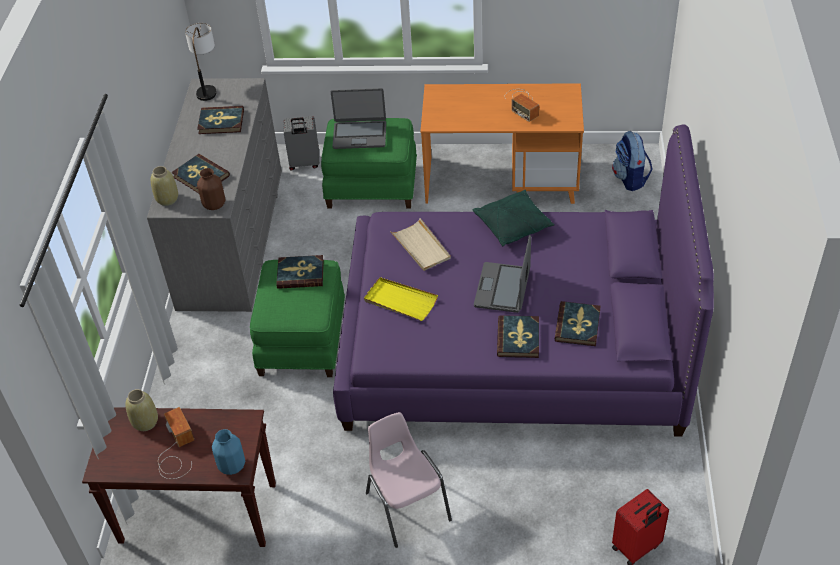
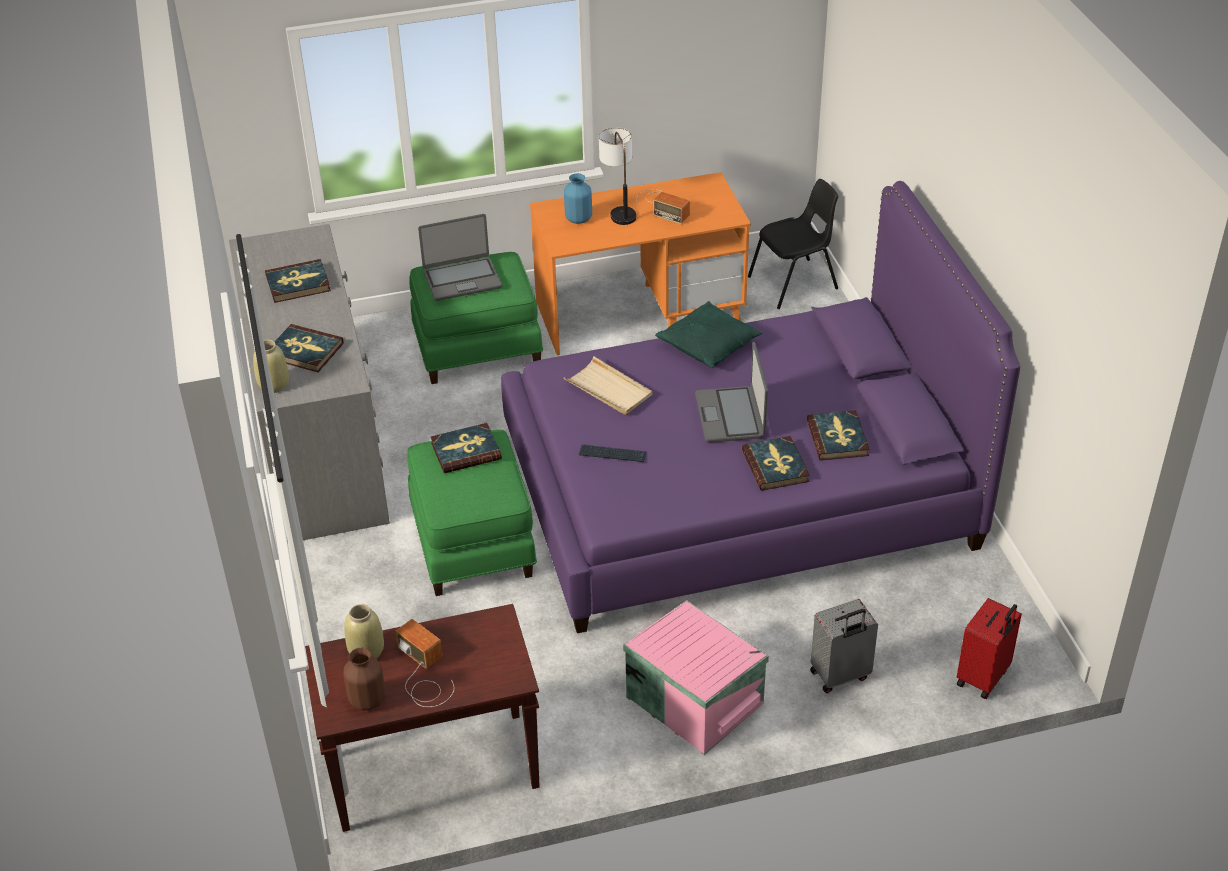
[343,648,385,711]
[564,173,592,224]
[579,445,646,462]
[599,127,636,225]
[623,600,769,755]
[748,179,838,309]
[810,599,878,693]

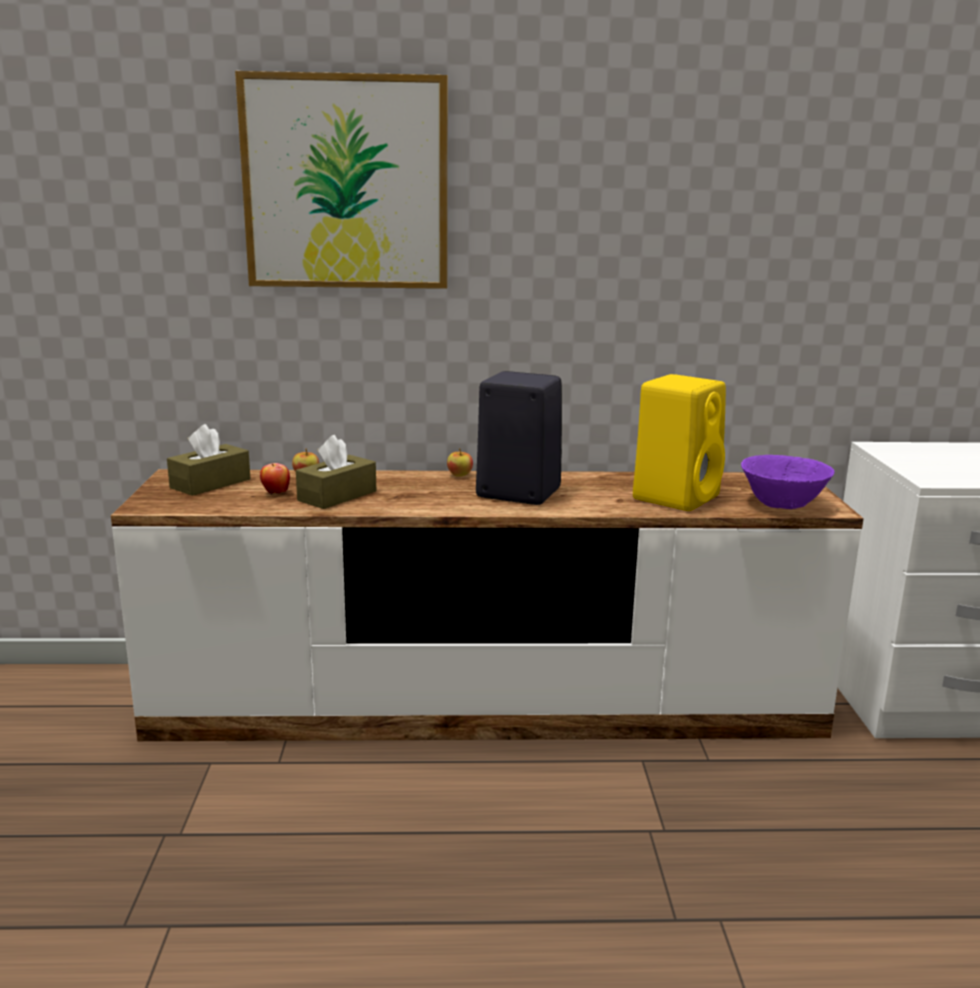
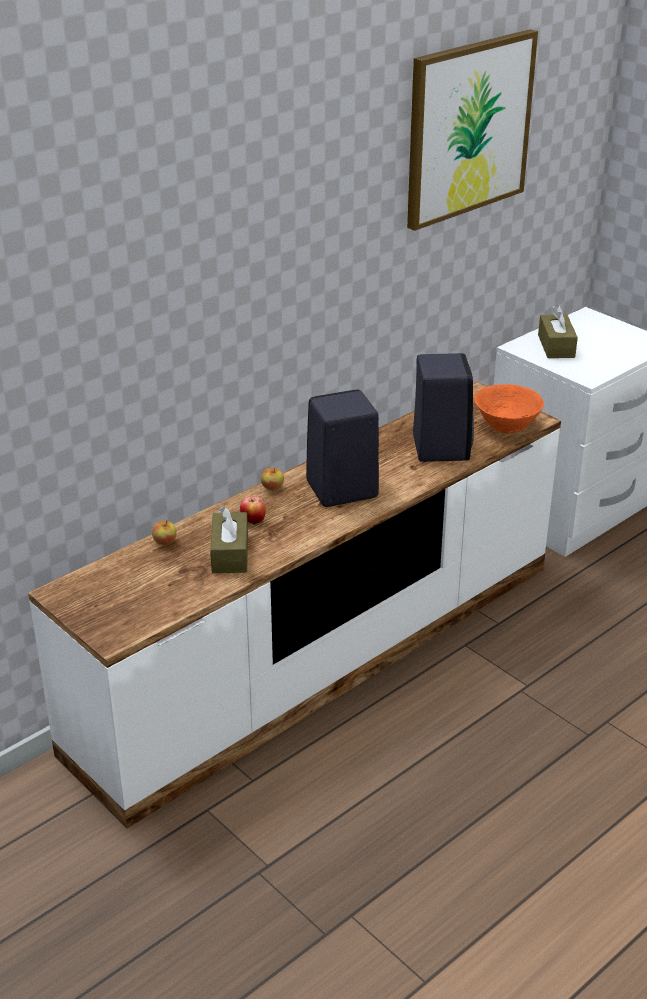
[240,497,266,525]
[407,29,538,231]
[413,353,474,462]
[474,384,544,433]
[538,305,578,358]

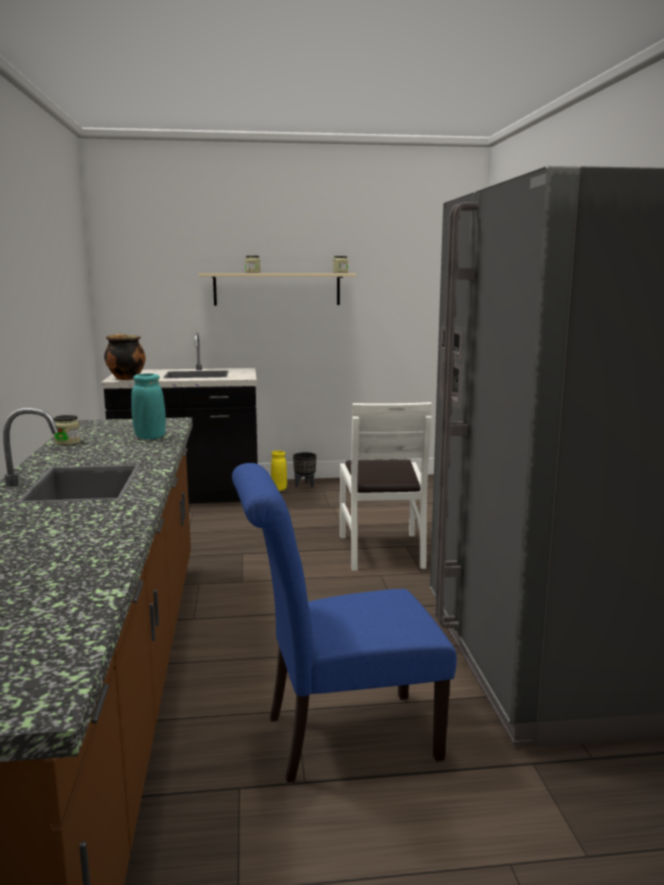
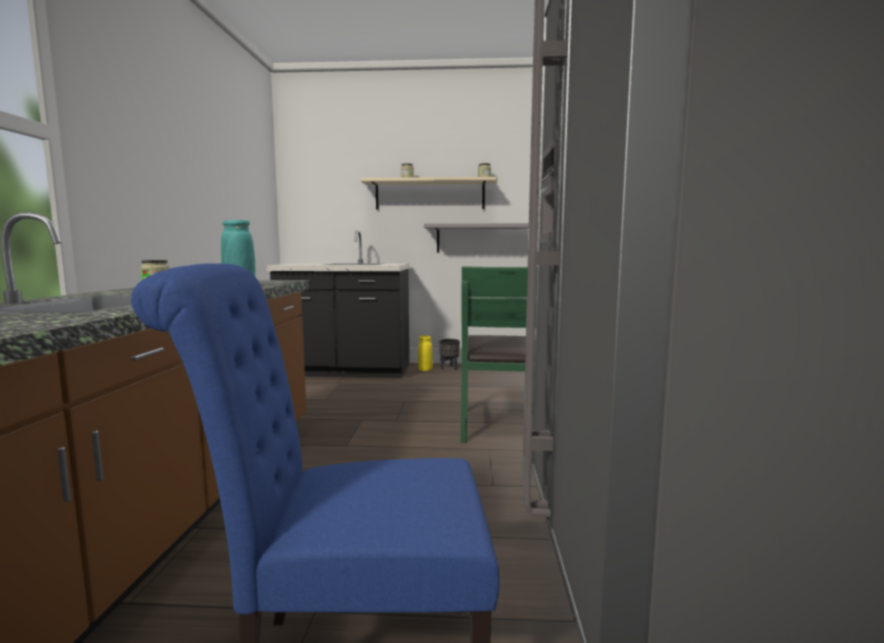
[424,223,539,253]
[461,266,537,443]
[104,334,146,380] (first image)

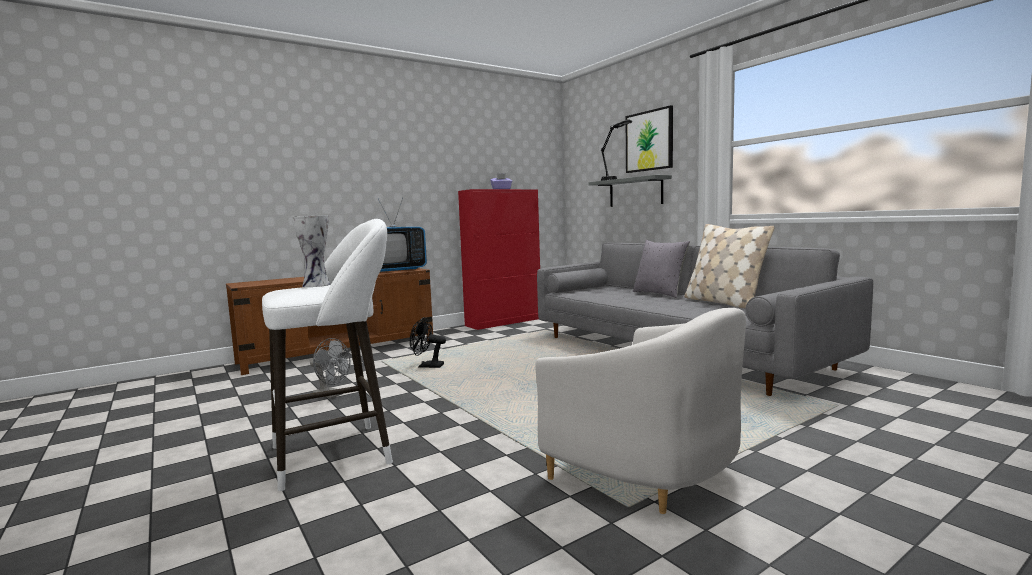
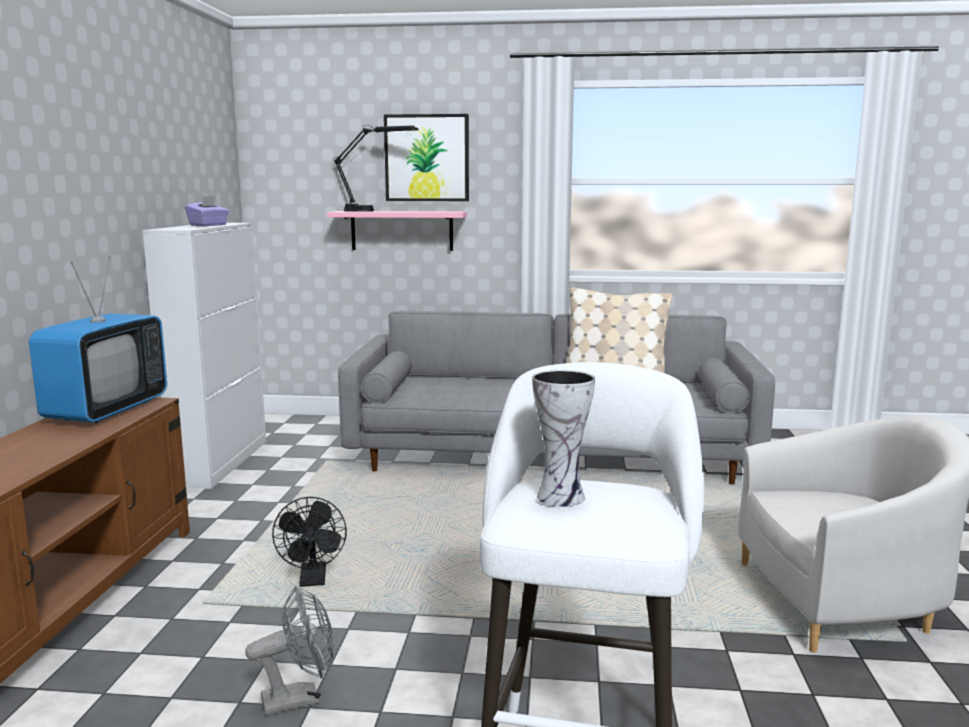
[143,223,266,489]
[272,497,347,587]
[327,211,467,251]
[633,240,690,298] (first image)

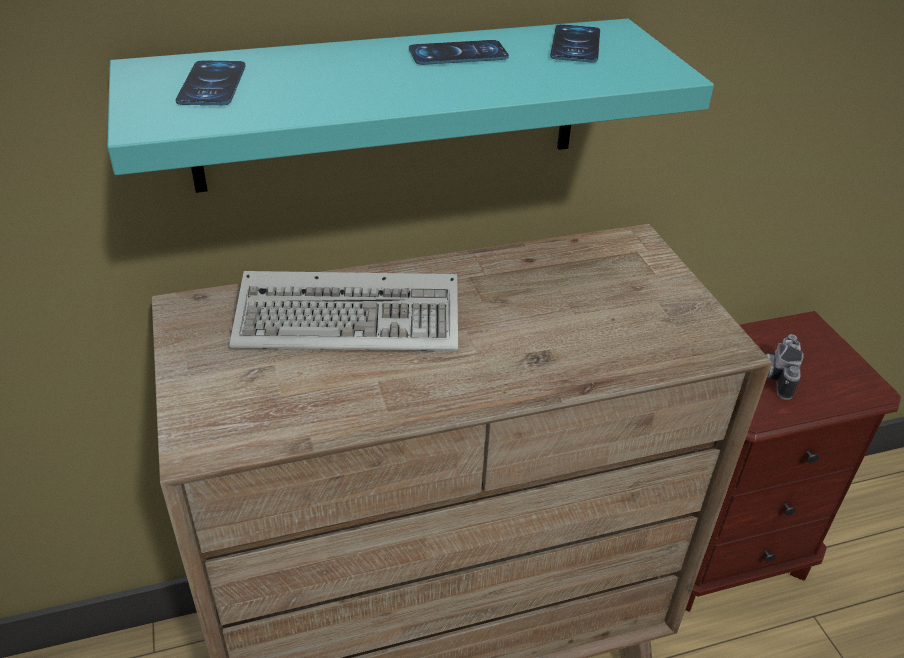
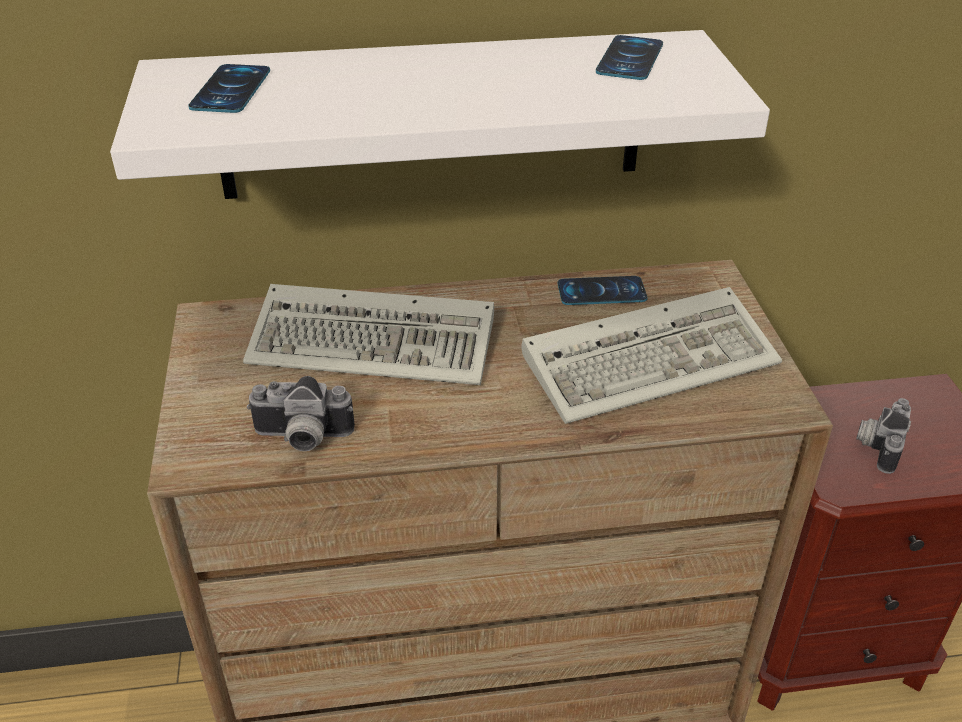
[110,30,770,199]
[247,376,355,451]
[521,287,782,424]
[558,276,647,305]

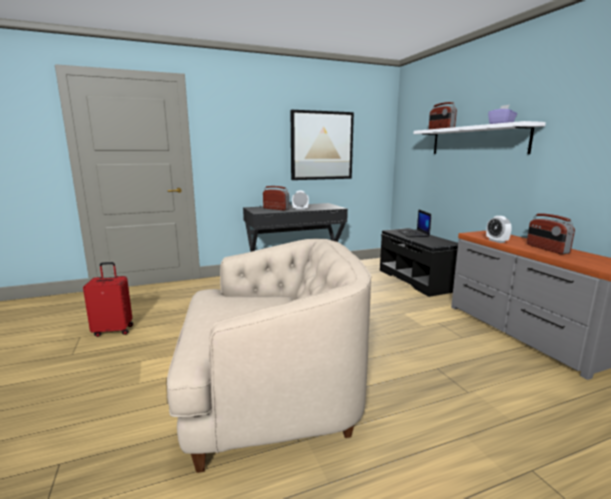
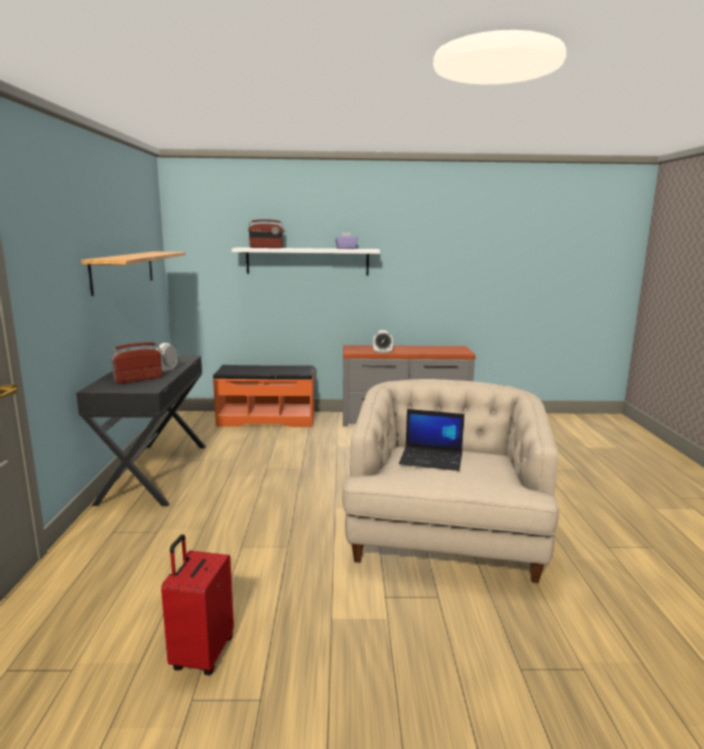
[81,252,185,296]
[213,365,315,427]
[399,409,465,471]
[527,213,575,254] (first image)

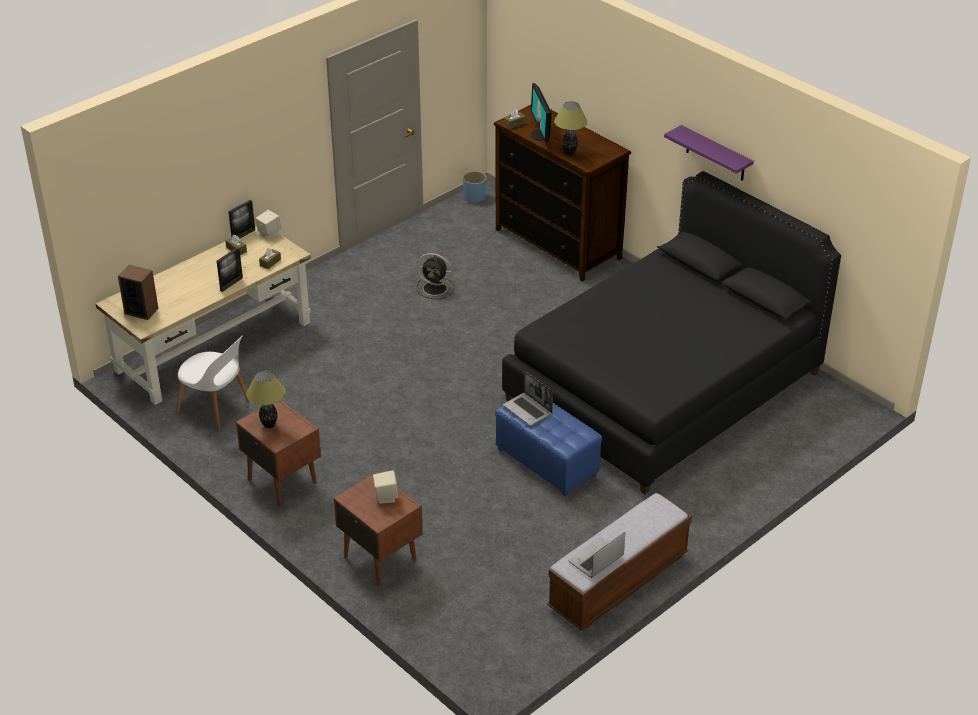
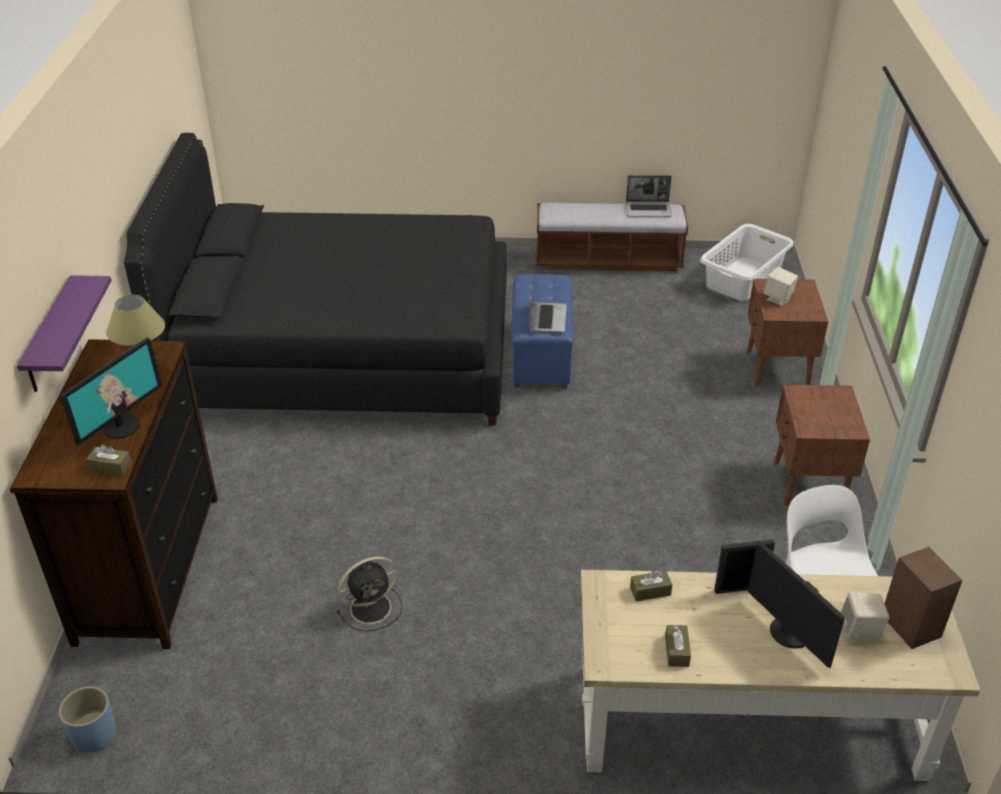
[17,275,112,392]
[337,556,402,632]
[700,224,794,301]
[748,541,845,668]
[841,592,890,643]
[228,200,255,238] (first image)
[246,371,285,428] (first image)

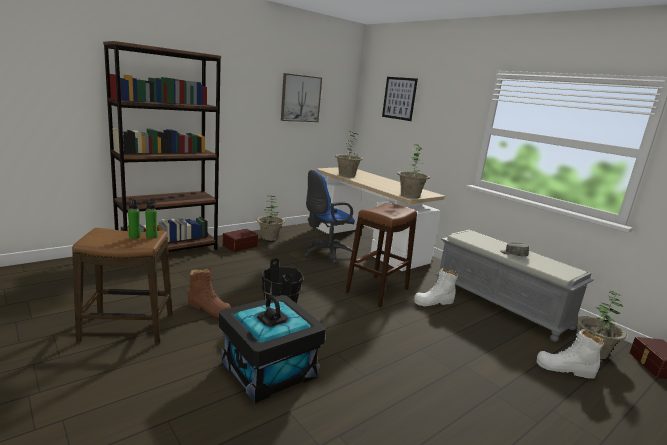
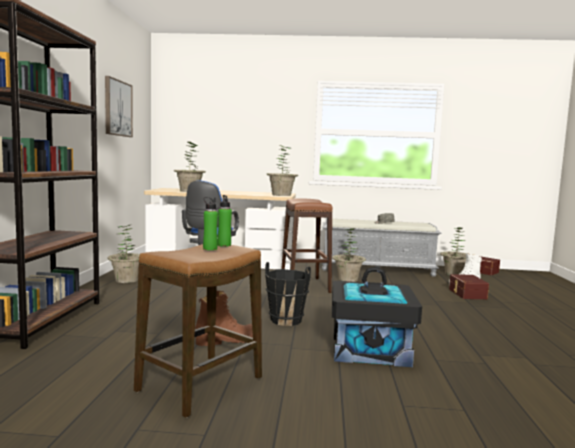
[332,228,366,282]
[449,274,489,299]
[382,77,418,121] (first image)

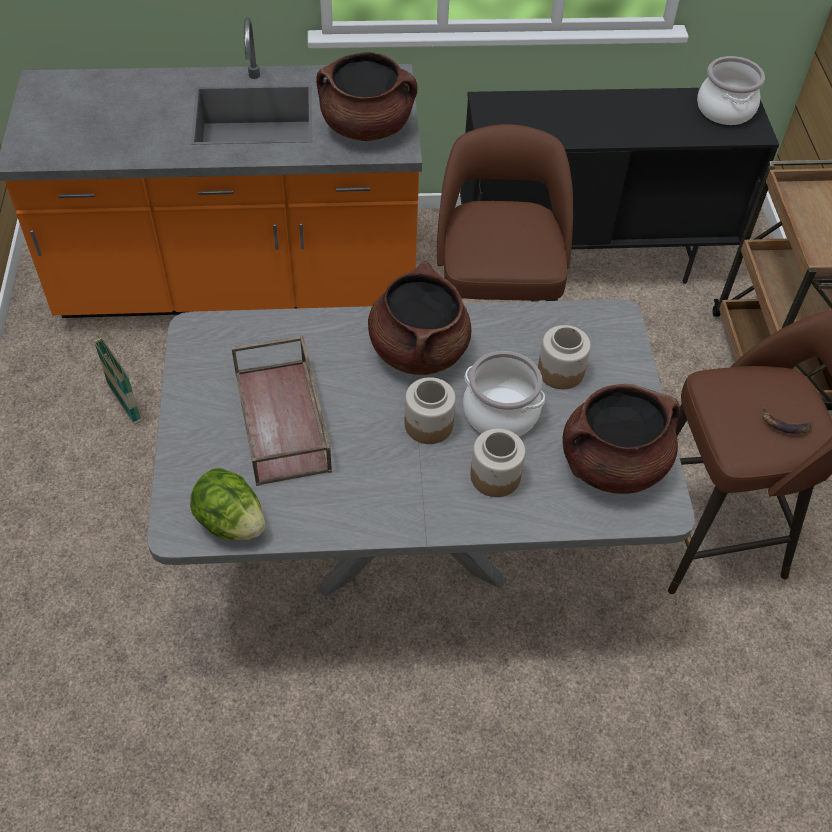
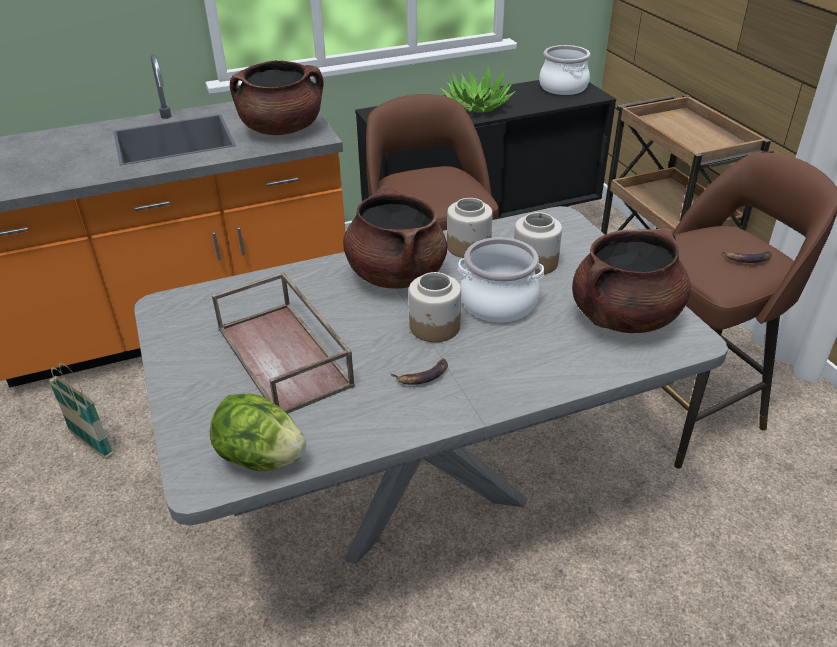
[390,358,448,385]
[440,66,516,113]
[447,198,493,258]

